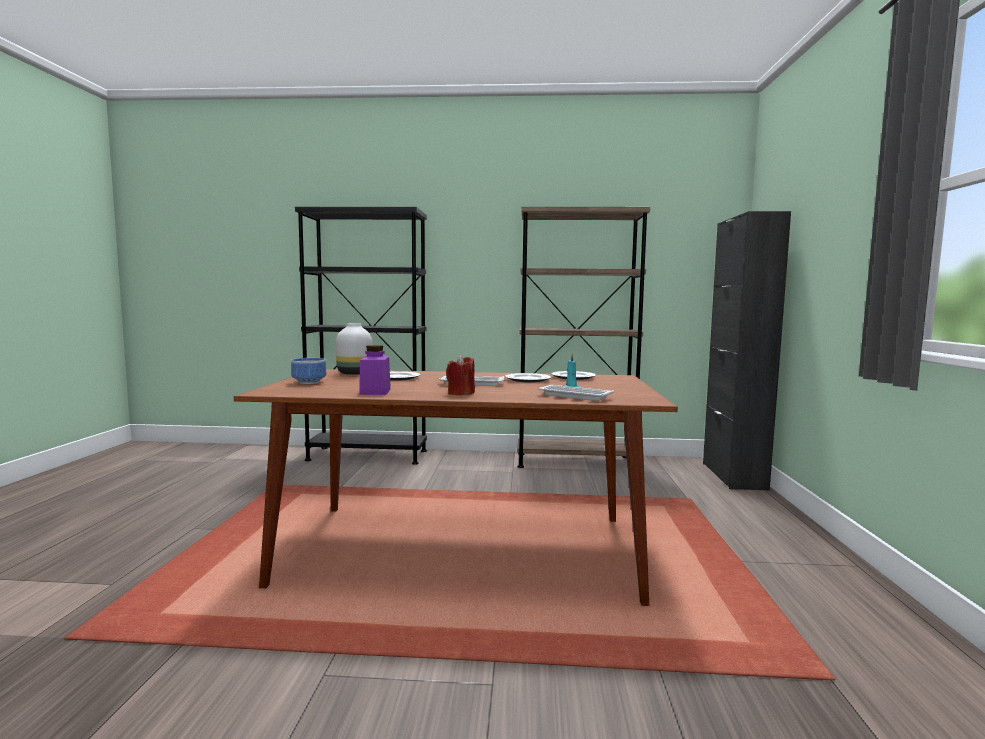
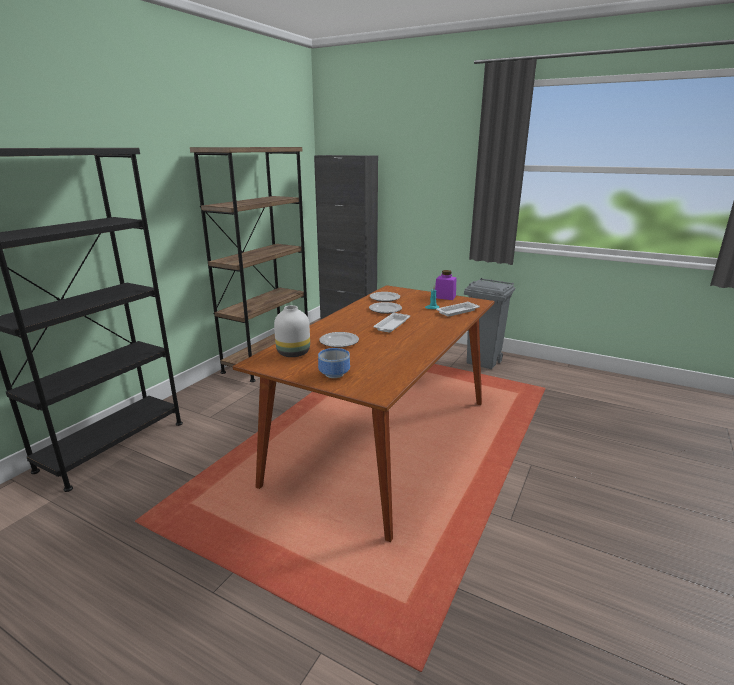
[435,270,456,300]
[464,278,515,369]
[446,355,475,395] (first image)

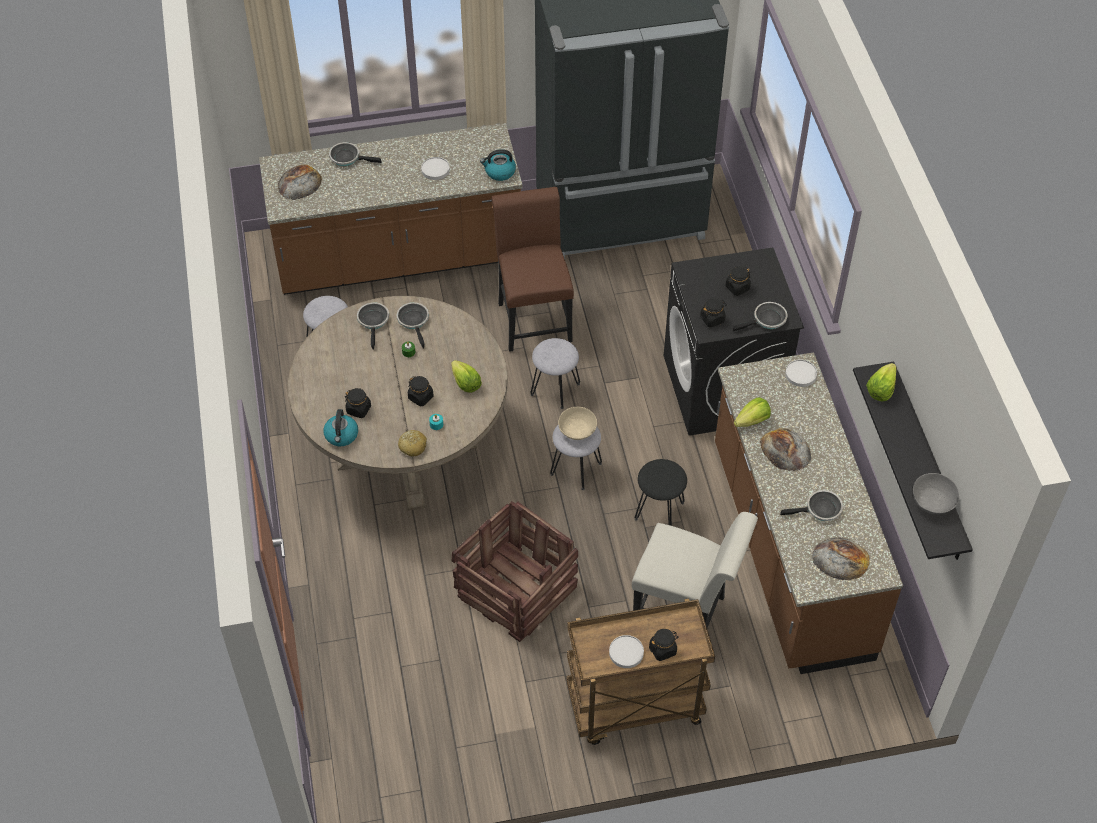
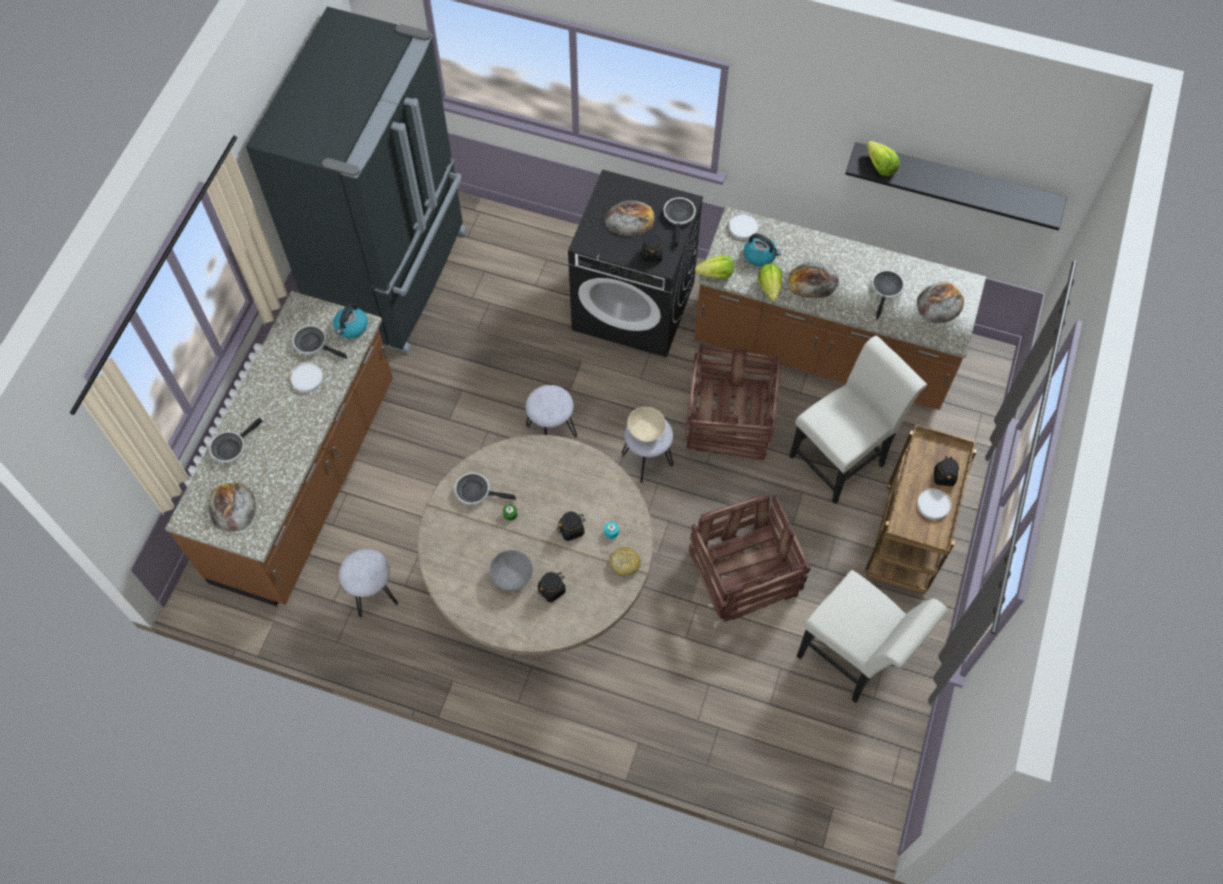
[292,325,347,359]
[489,550,533,591]
[605,200,654,236]
[685,344,782,460]
[695,255,734,279]
[744,234,781,267]
[797,570,948,703]
[491,187,574,352] (first image)

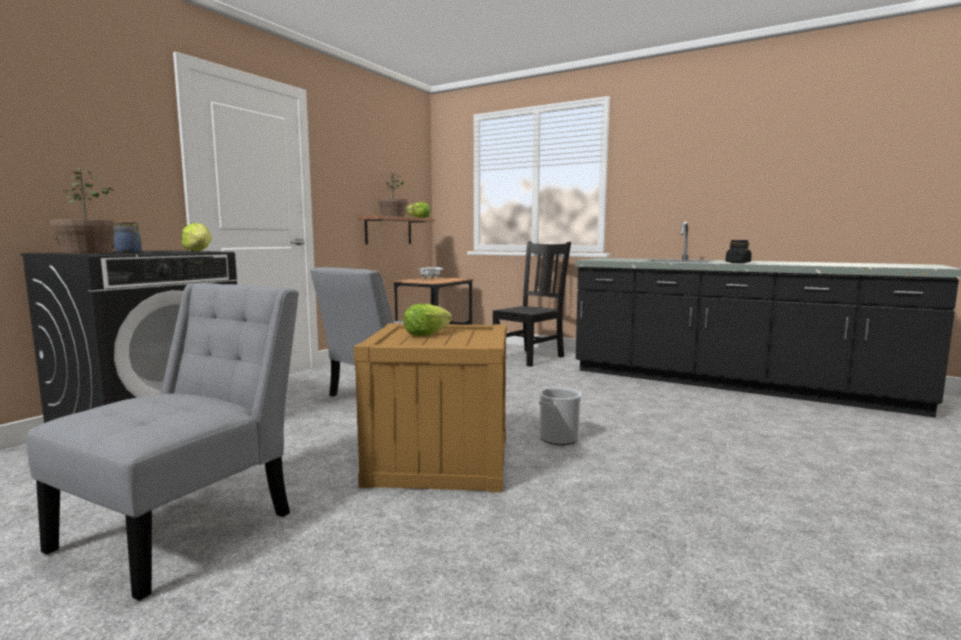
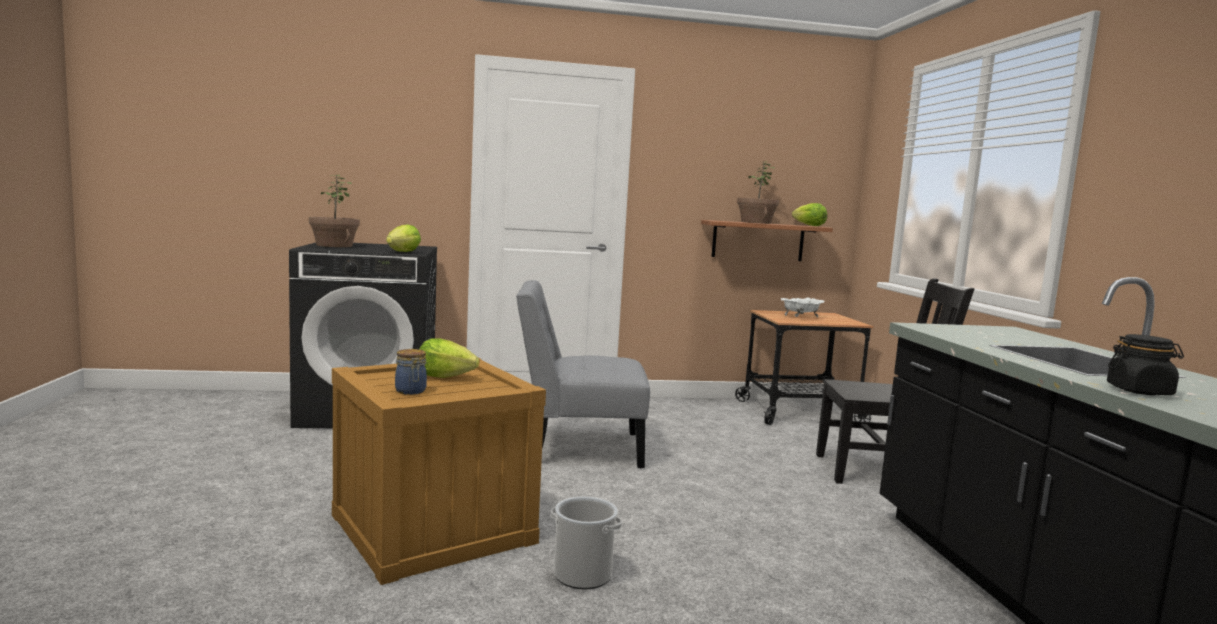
[395,349,427,395]
[26,283,299,601] (first image)

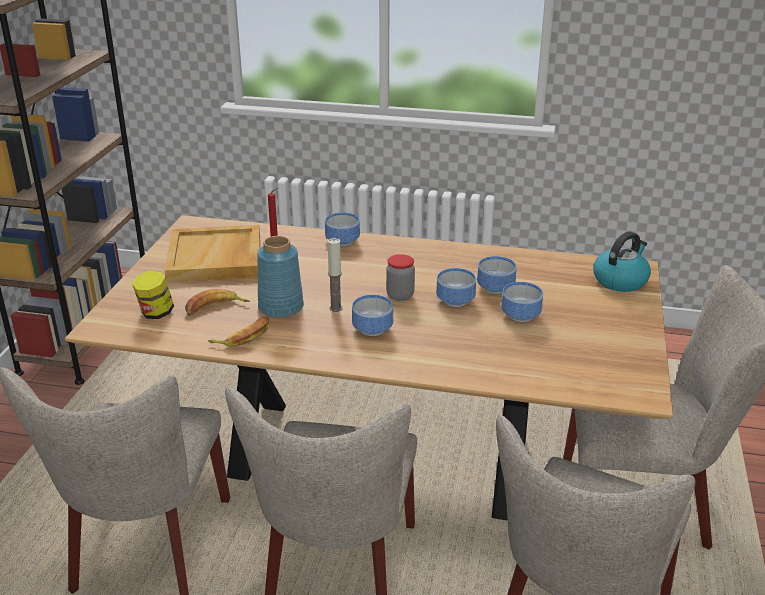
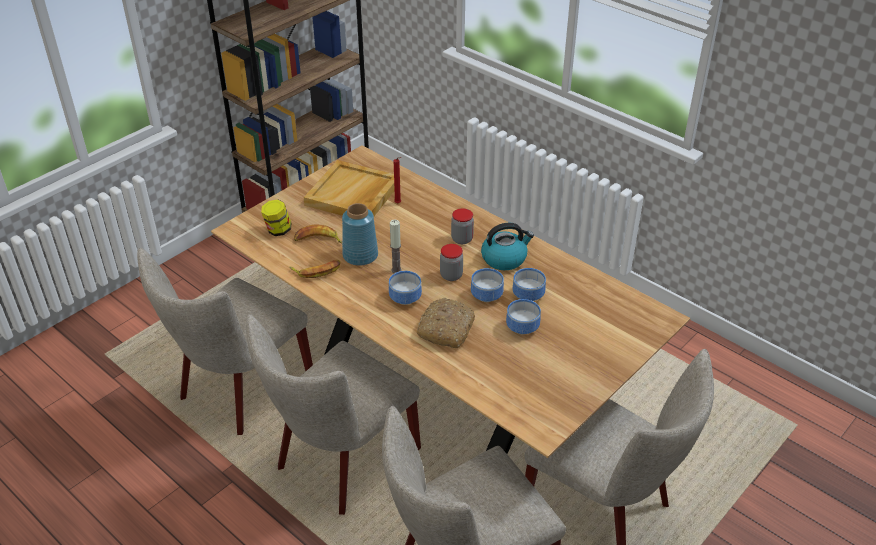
[417,298,475,348]
[451,208,474,244]
[481,223,534,270]
[325,212,360,246] (first image)

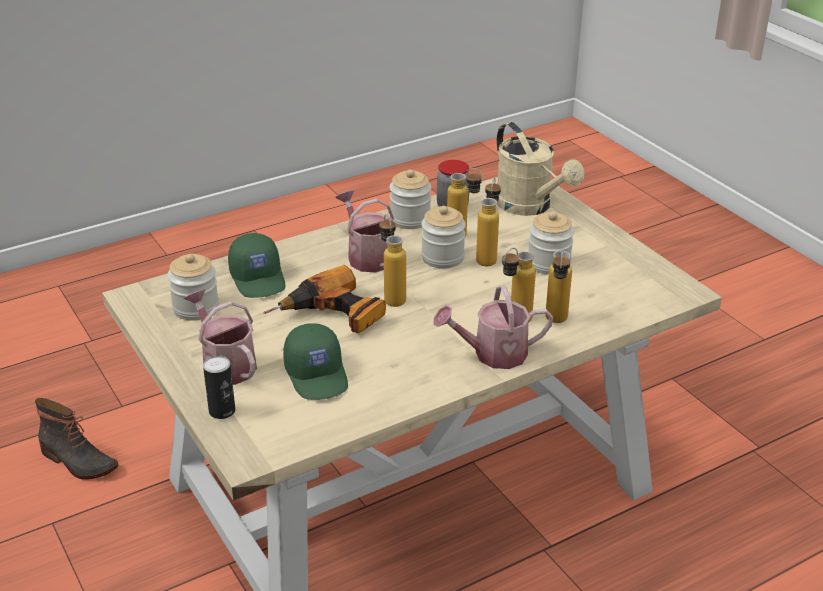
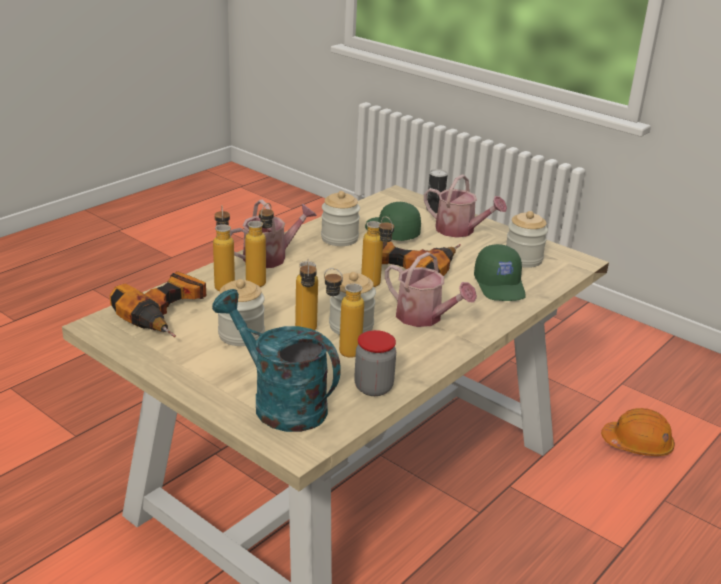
[110,271,206,337]
[212,289,341,432]
[321,191,360,246]
[474,244,526,301]
[601,408,675,456]

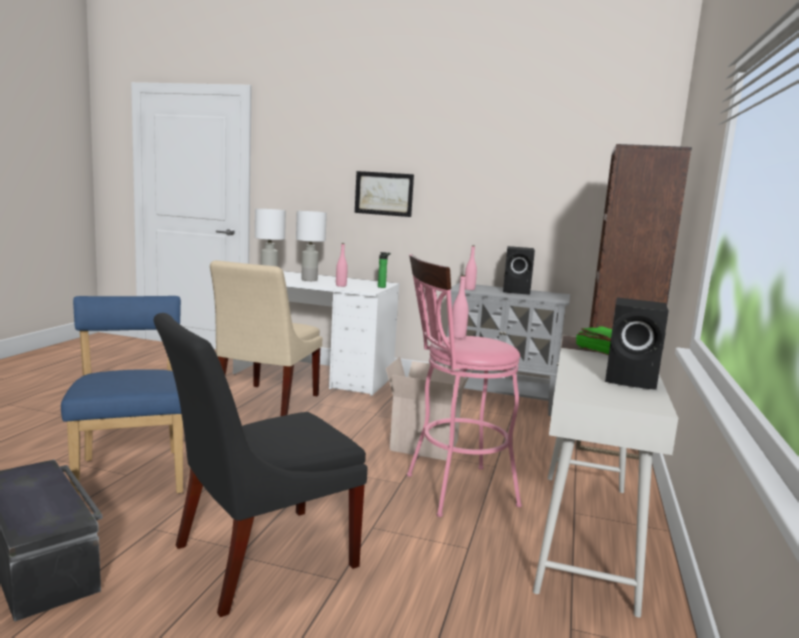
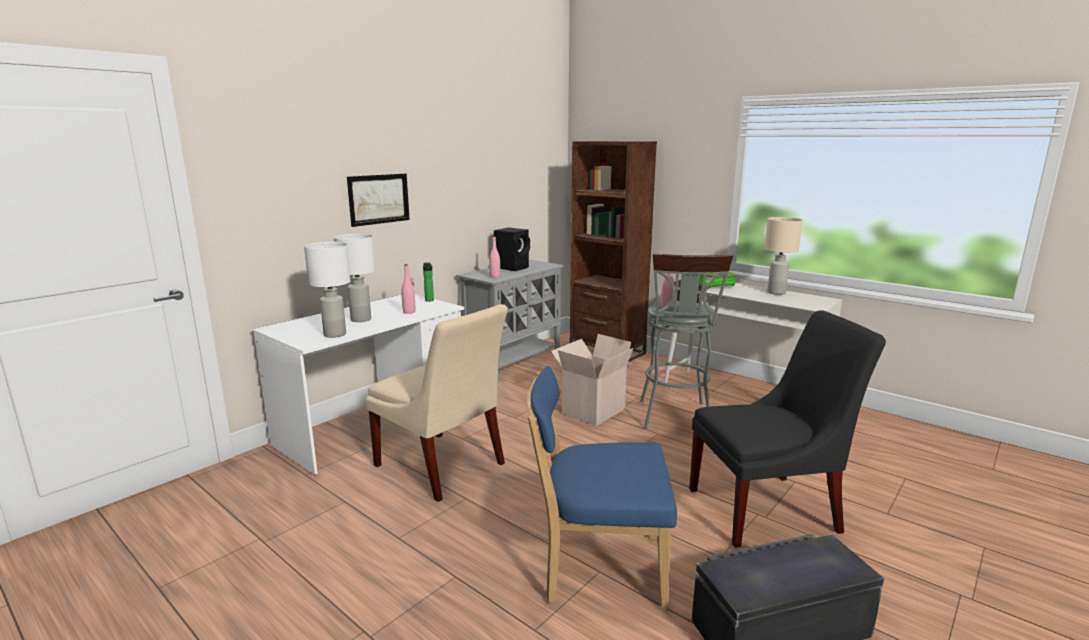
[640,253,733,429]
[689,310,886,548]
[764,217,803,295]

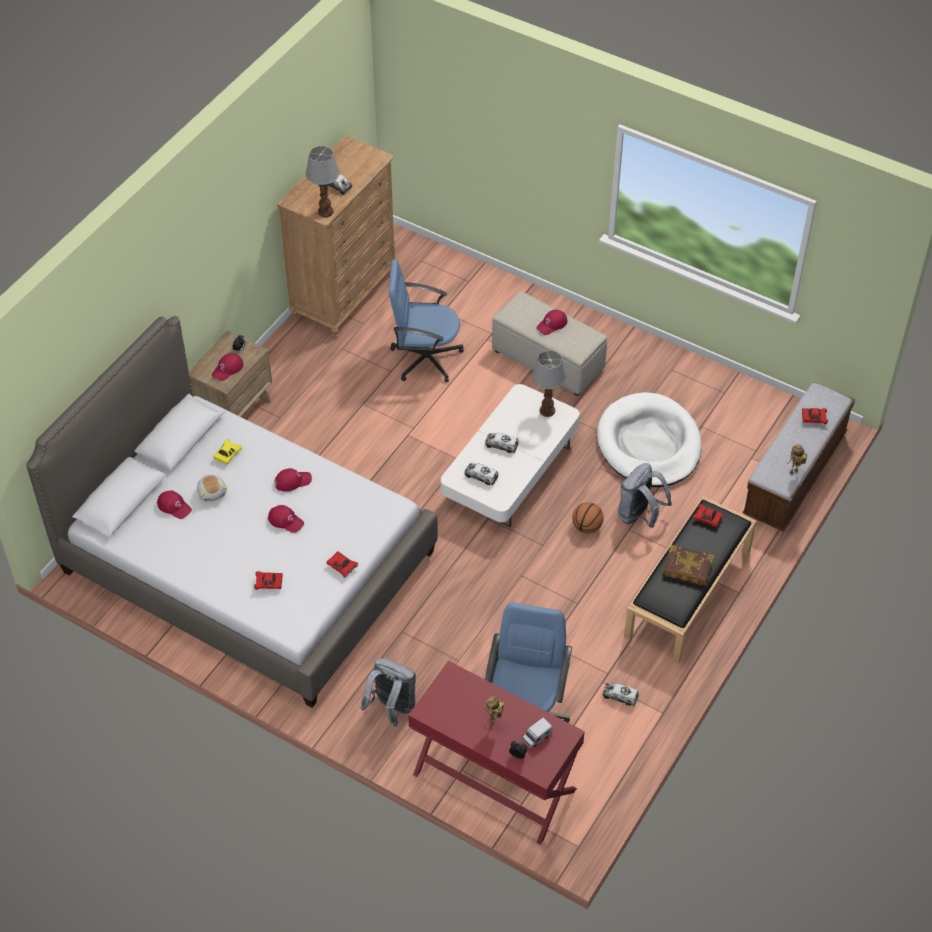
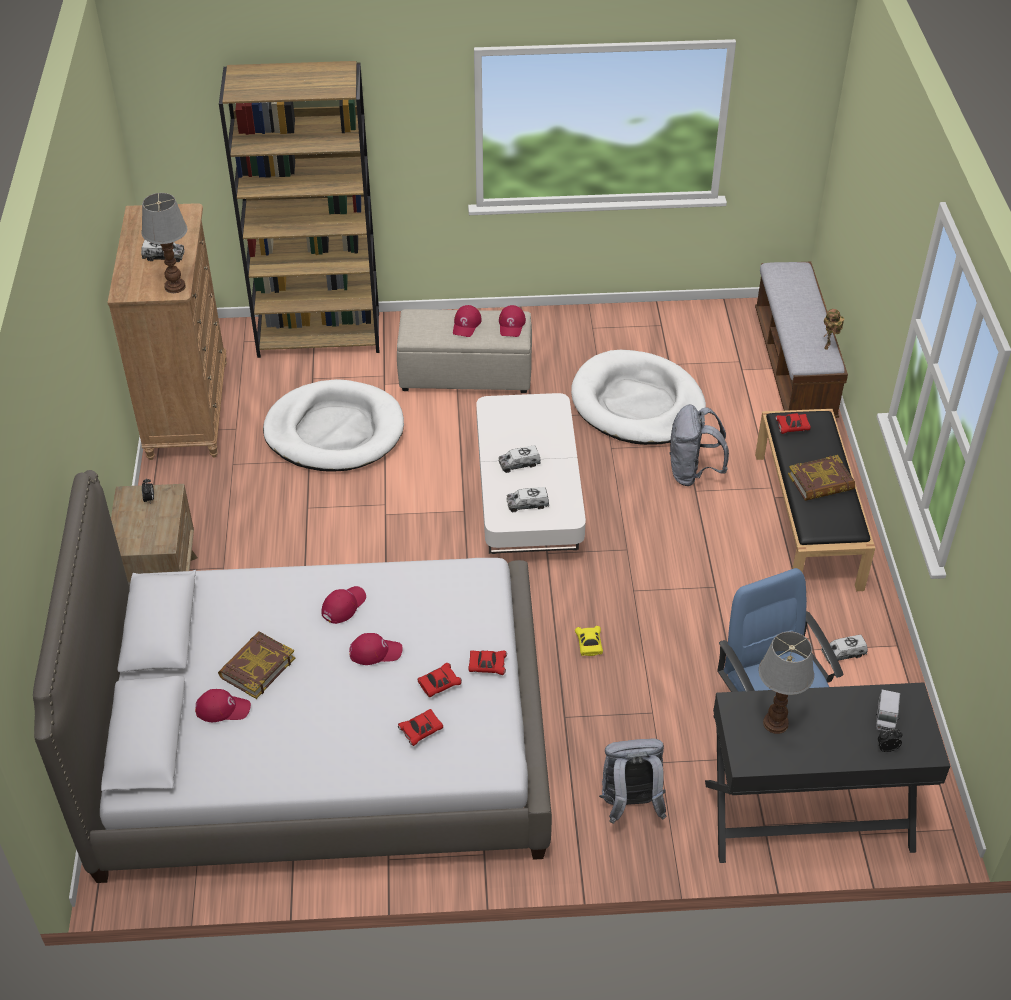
[218,631,295,699]
[219,61,380,358]
[263,379,404,472]
[417,663,462,697]
[499,305,526,337]
[575,626,603,656]
[705,682,950,863]
[759,631,814,734]
[484,696,504,727] (first image)
[572,502,604,534] (first image)

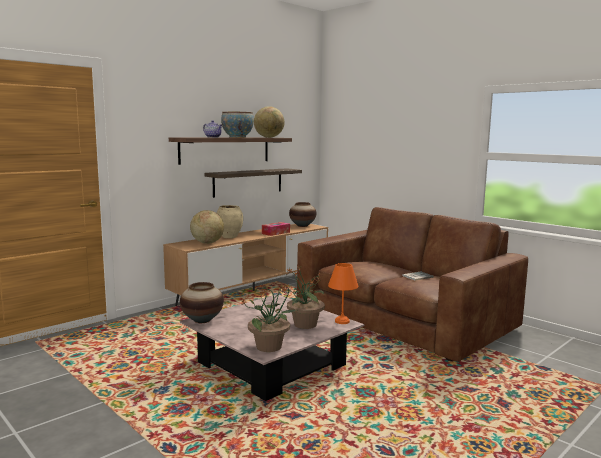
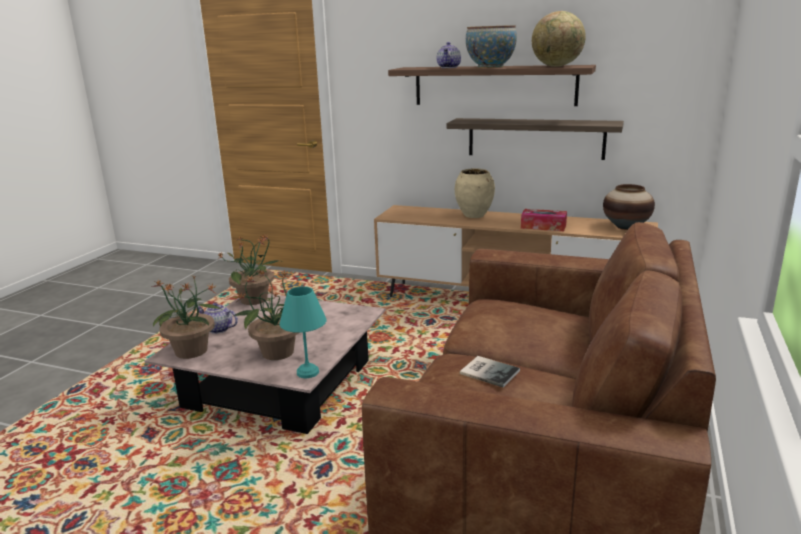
[198,303,238,334]
[217,233,283,305]
[279,286,327,378]
[190,210,224,244] (first image)

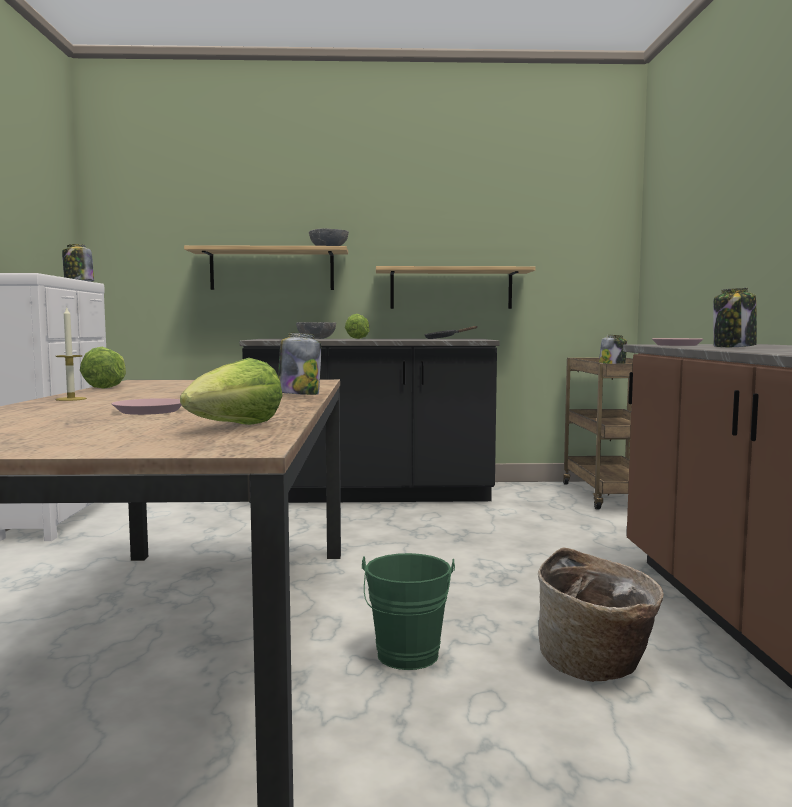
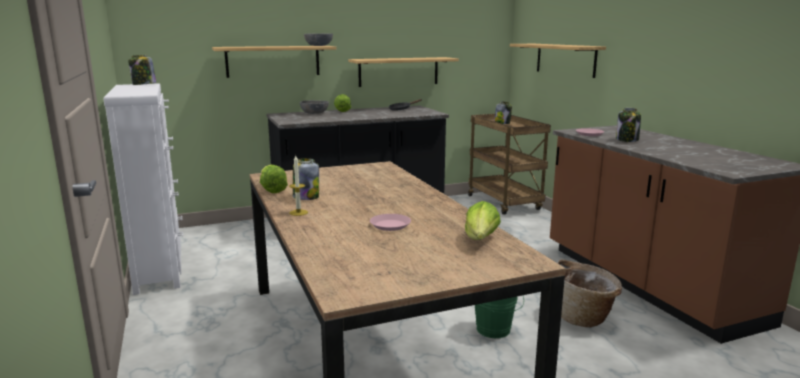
[293,158,319,200]
[510,44,606,78]

